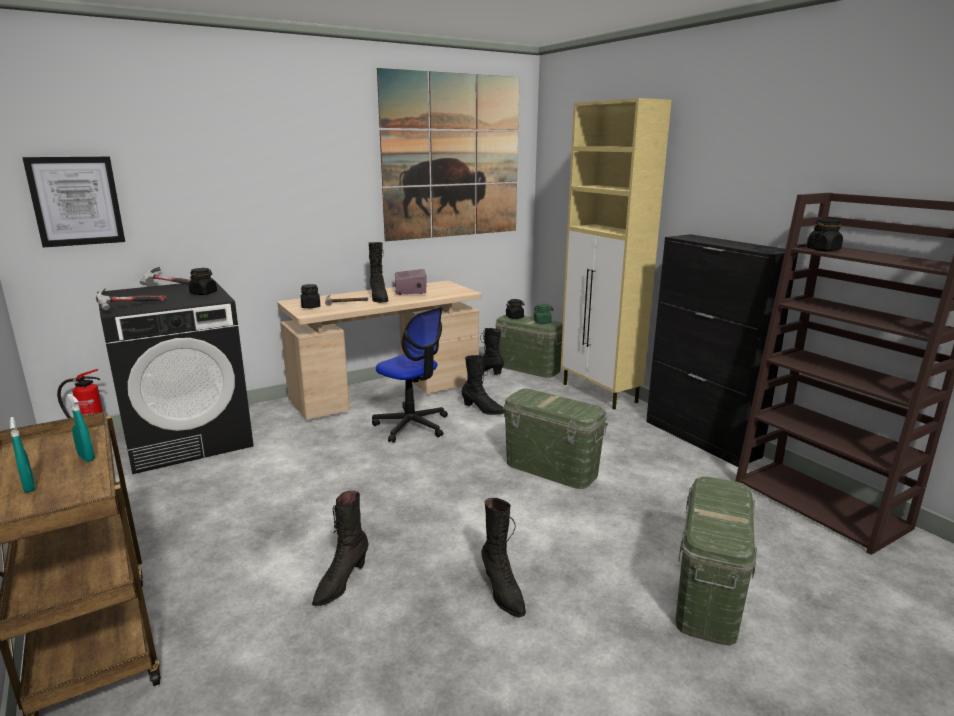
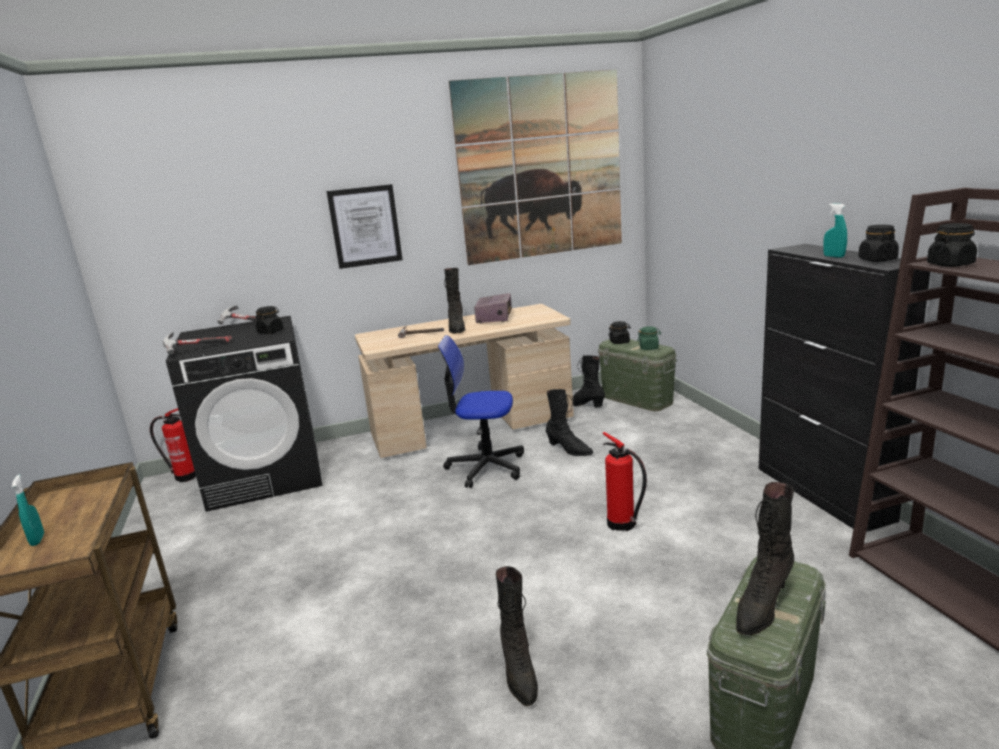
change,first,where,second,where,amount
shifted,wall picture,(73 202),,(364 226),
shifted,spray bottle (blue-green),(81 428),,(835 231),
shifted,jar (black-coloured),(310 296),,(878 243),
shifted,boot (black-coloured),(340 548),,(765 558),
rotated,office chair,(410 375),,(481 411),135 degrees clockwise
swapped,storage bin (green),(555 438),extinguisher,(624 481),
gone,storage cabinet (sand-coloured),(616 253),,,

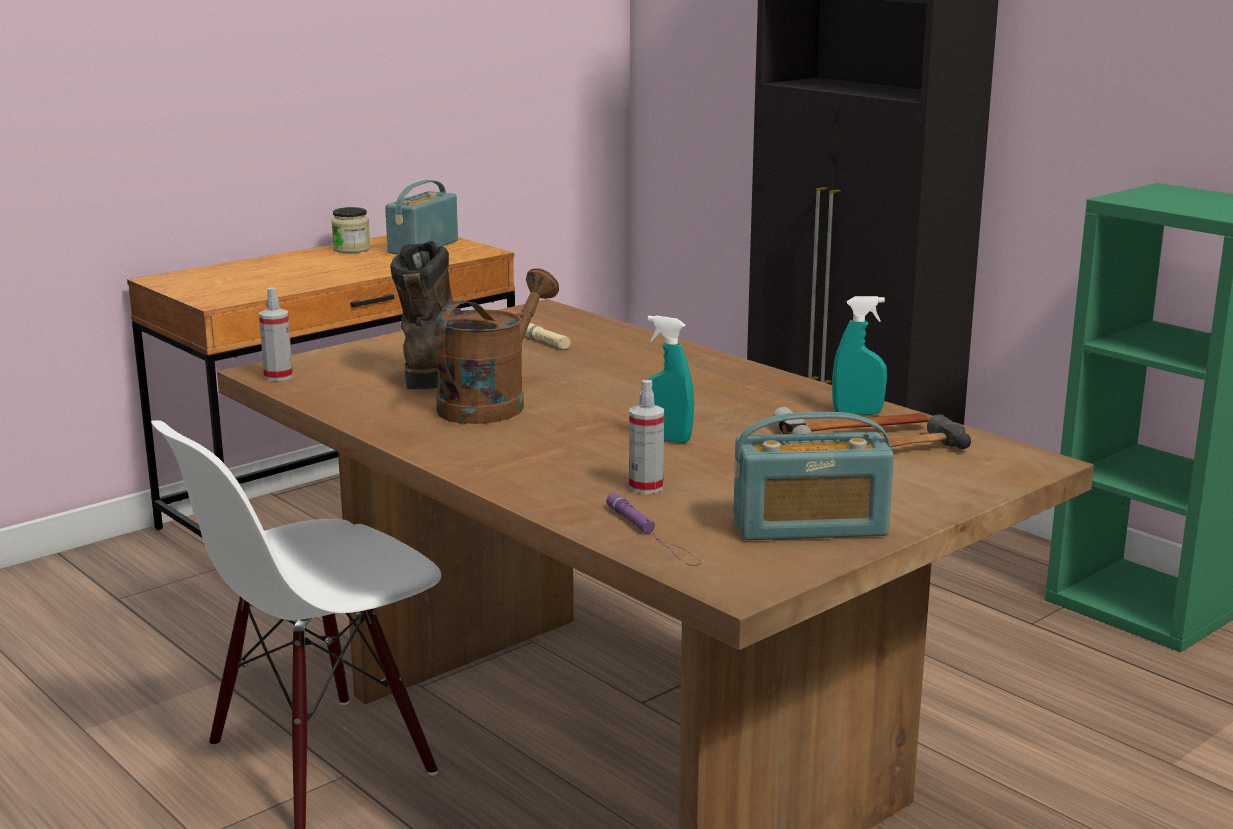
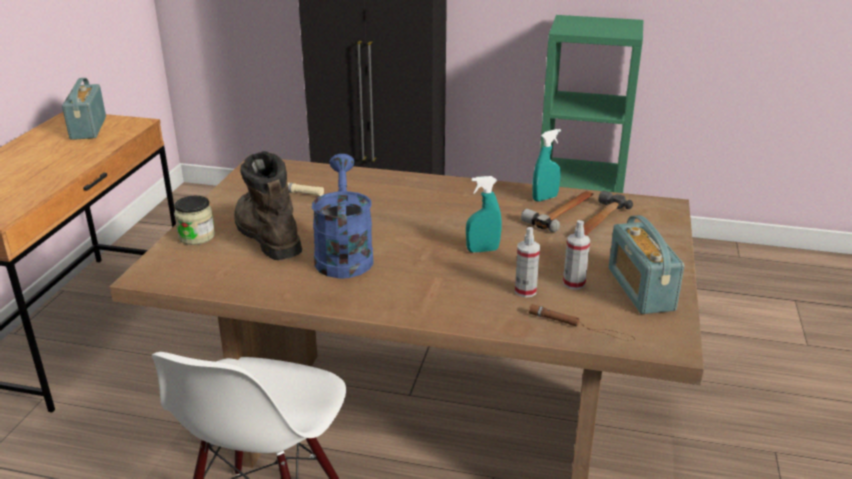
change,first,where,second,where,amount
shifted,spray bottle,(276 334),,(576 255),
shifted,jar,(351 230),,(194 220),
repainted,watering can (brown),(496 346),watering can (bluish),(343 216),
repainted,torch (purple-coloured),(653 529),torch (brown),(582 322),
rotated,radio set,(813 476),,(647 264),120 degrees clockwise

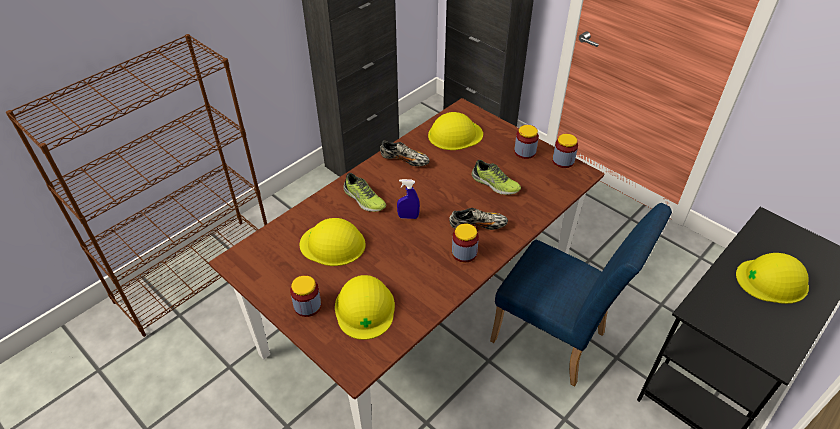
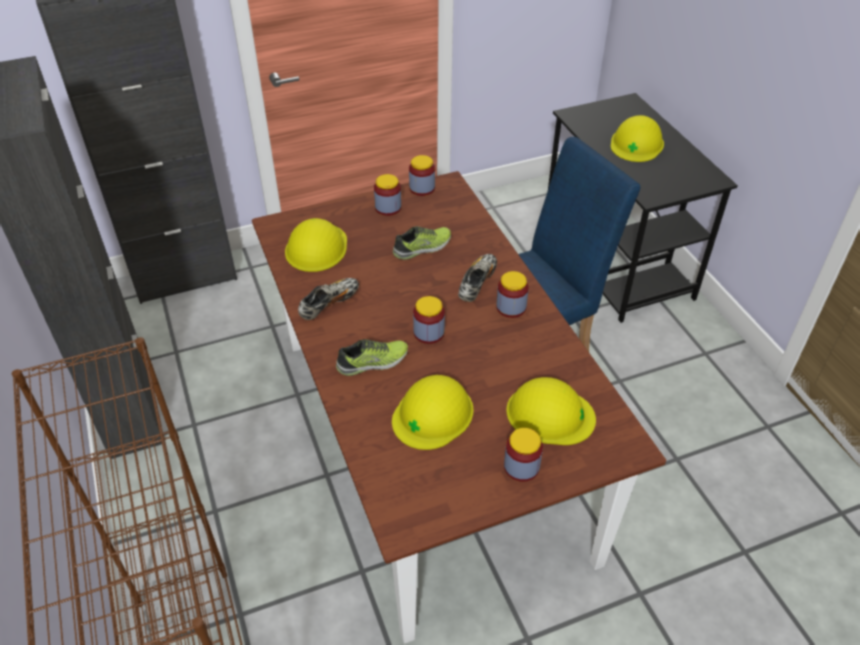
change,first,where,second,where,amount
swapped,spray bottle (bluish),(408 199),jar,(429 320),

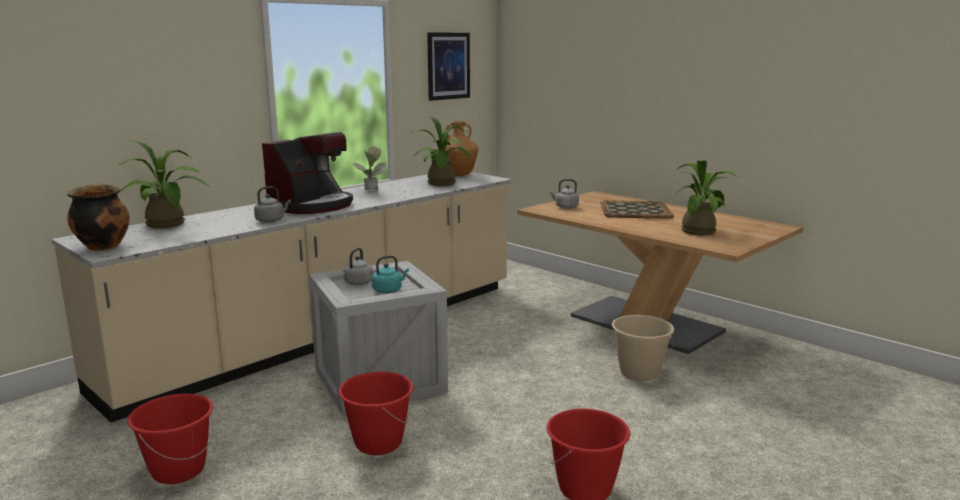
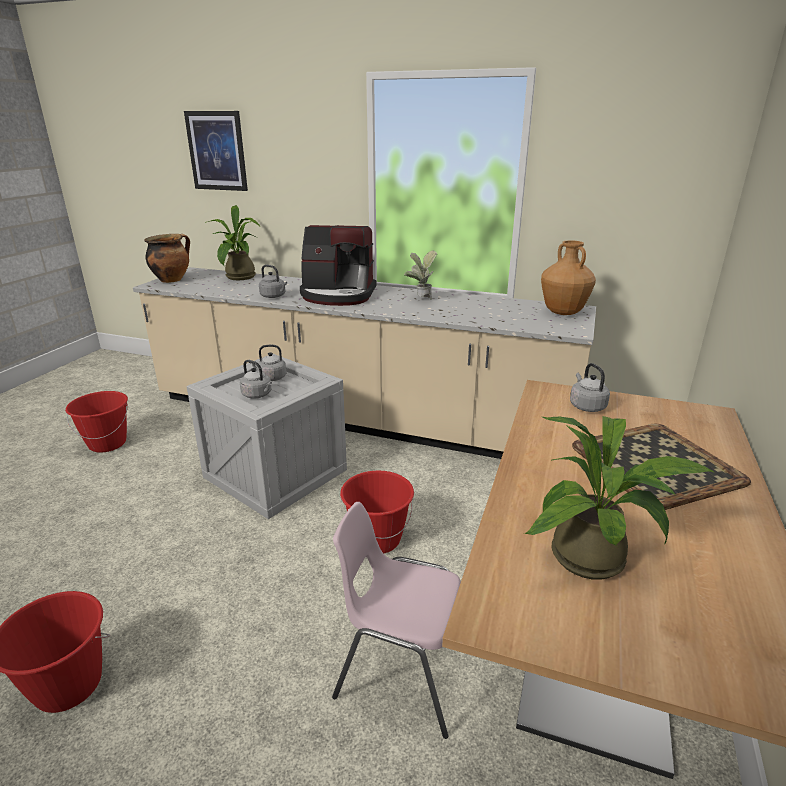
change,first,where,second,where,amount
shifted,pail (red-coloured),(376 413),,(377 512),
repainted,kettle (blue-green),(390 274),kettle (gray),(256 379),
gone,potted plant,(441 151),,,
shifted,wall picture,(448 66),,(216 151),
swapped,pail (sand-coloured),(643 348),plain chair (pinkish),(396 620),

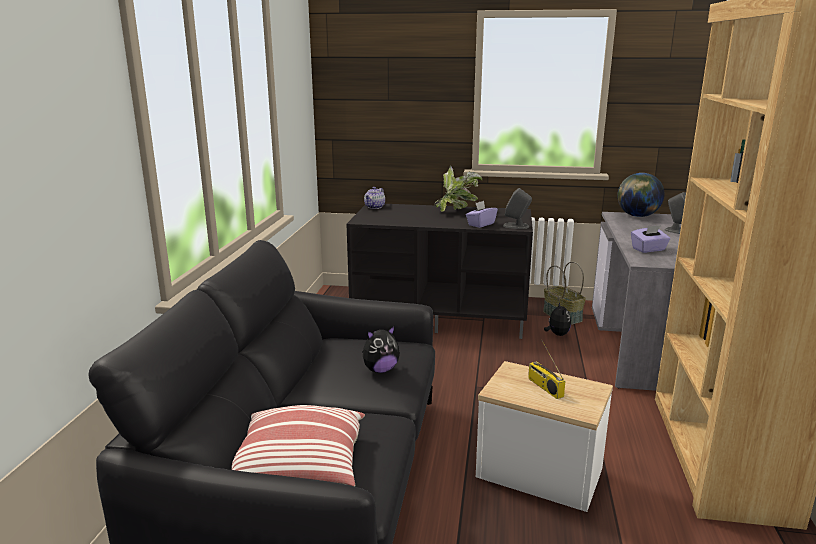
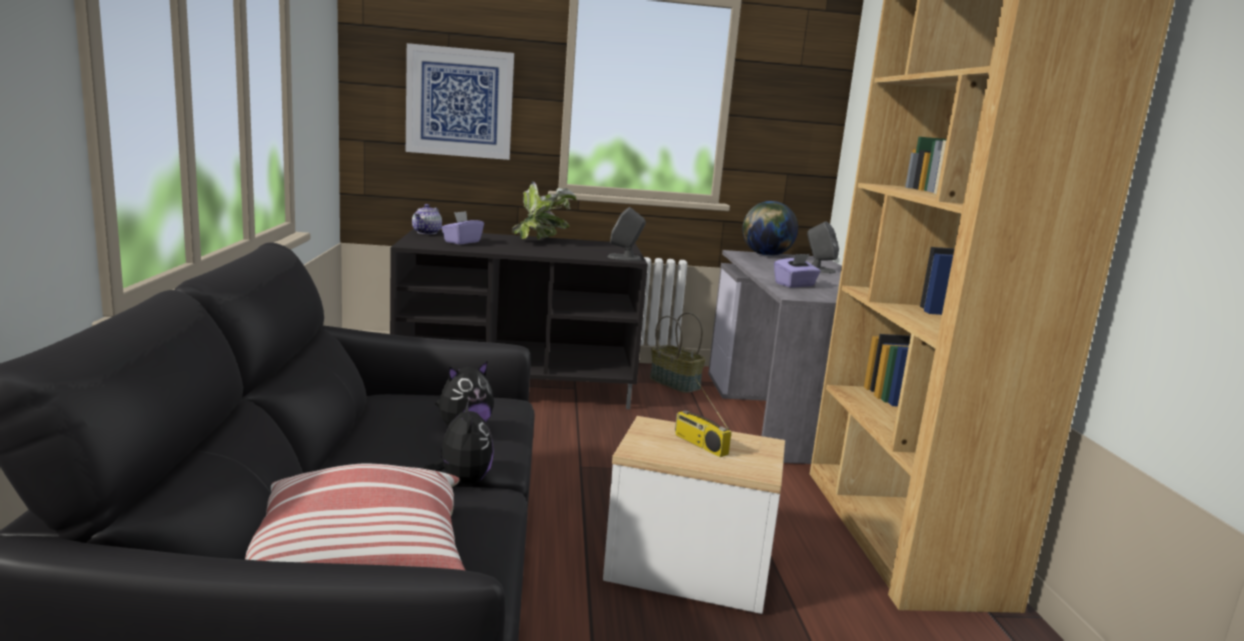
change,first,where,second,where,amount
shifted,box of tissues (purple-coloured),(482 214),,(462 227),
shifted,plush toy,(557 319),,(459 442),
new,,,wall picture,(460 101),

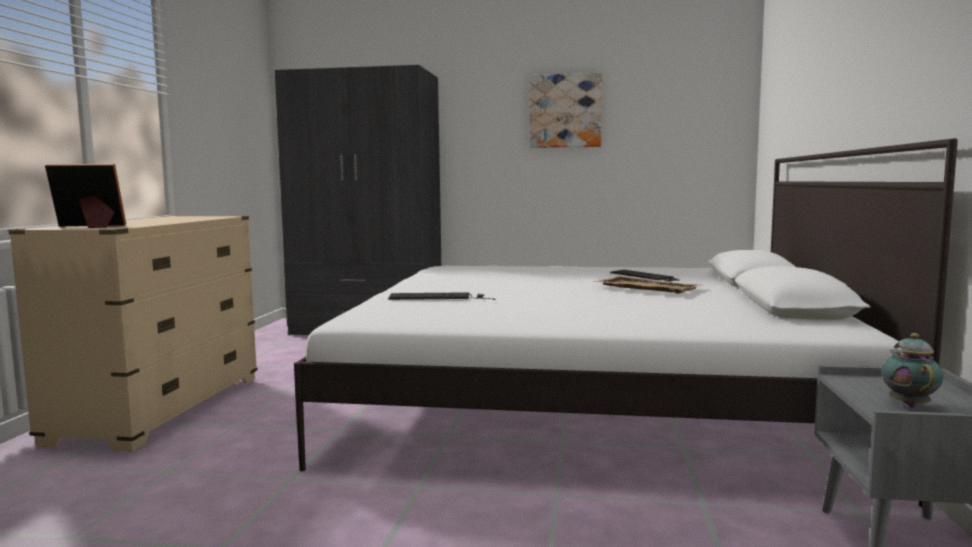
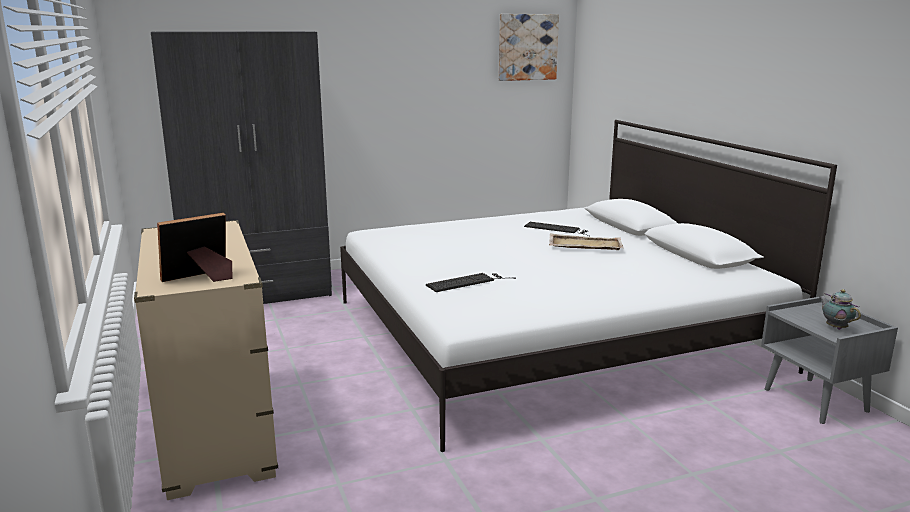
change,first,where,second,where,amount
shifted,wall picture,(565 110),,(529 47),

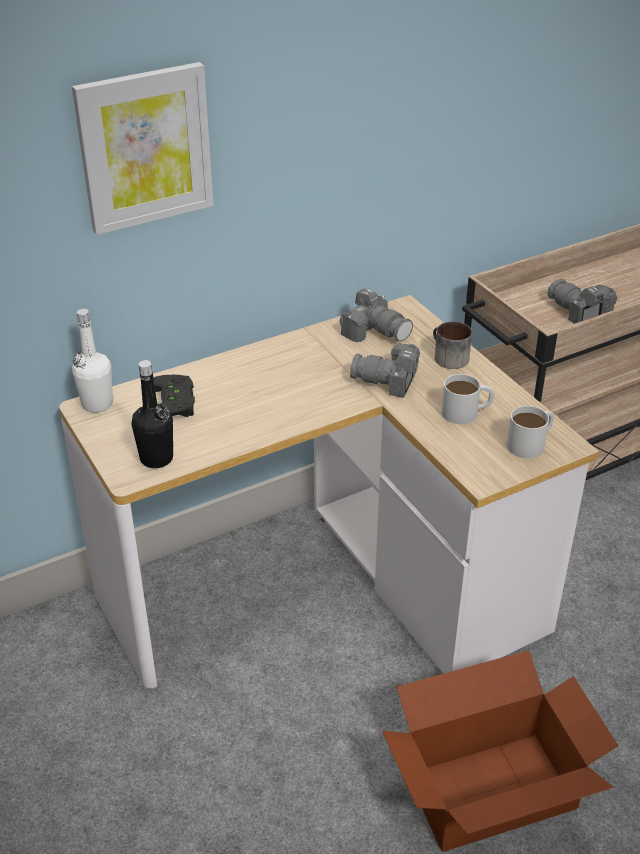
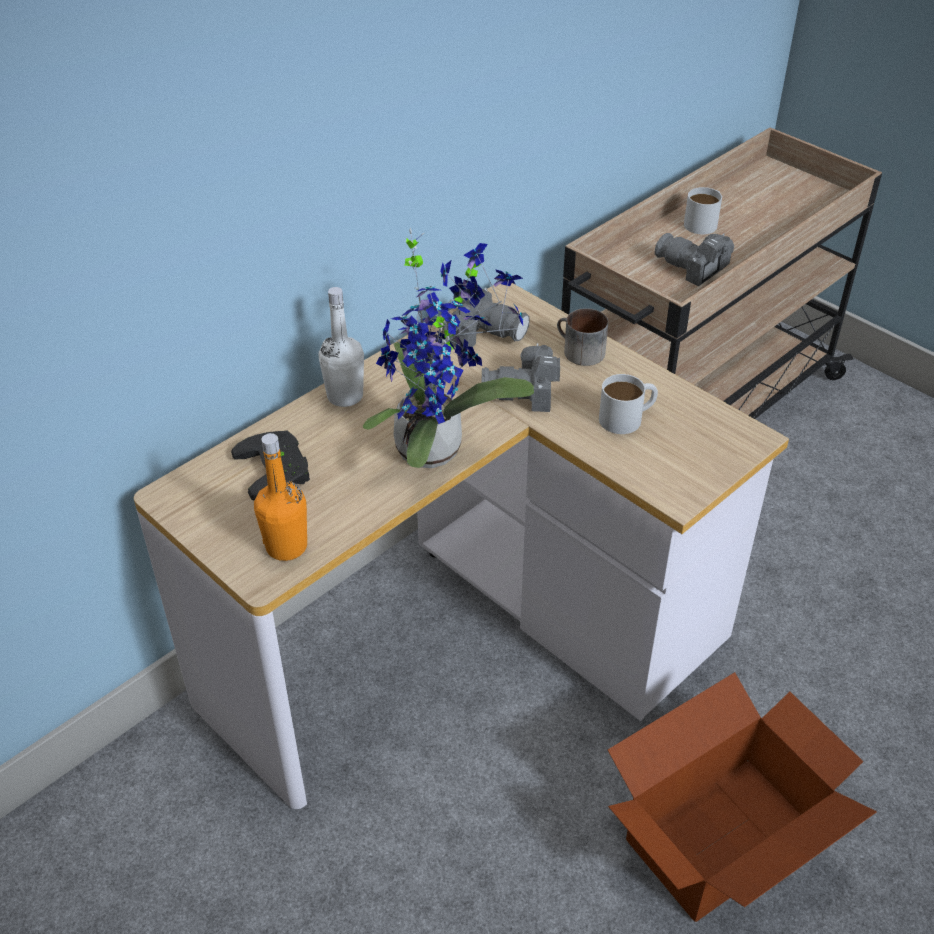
change,first,where,second,where,amount
gone,wall picture,(142 148),,,
shifted,drink bottle (white),(93 361),,(341 347),
repainted,drink bottle (black-coloured),(152 414),drink bottle (orangey),(280 497),
shifted,mug (white),(530 432),,(703 210),
new,,,potted plant,(448 347),

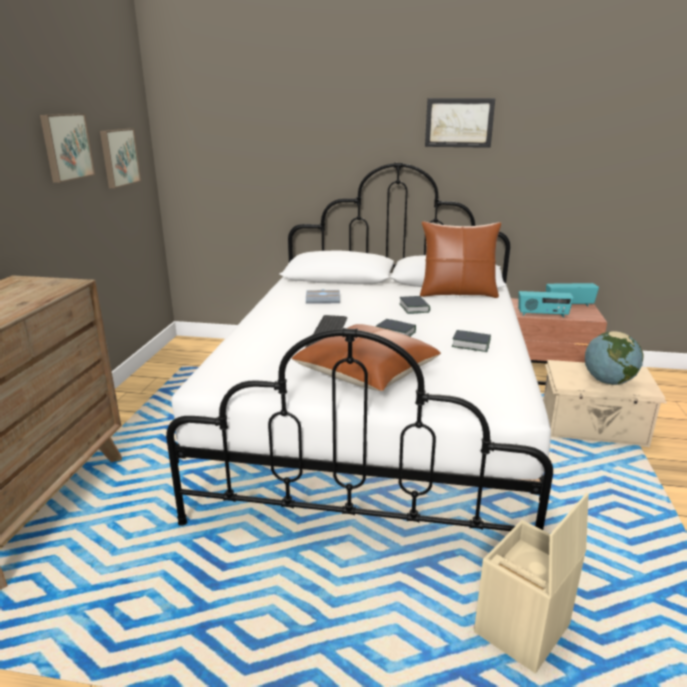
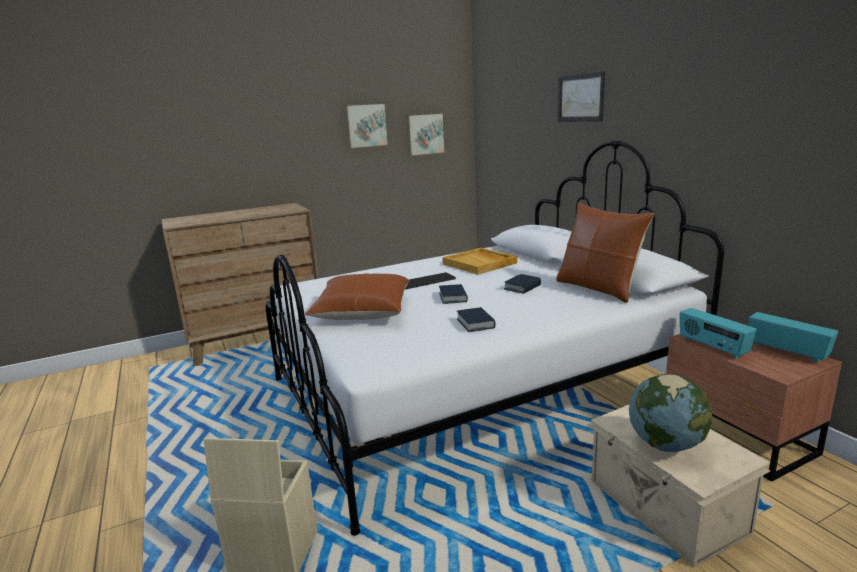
change,first,where,second,where,amount
swapped,volume (gray),(323 296),tray (sand-coloured),(480 261),
shifted,wall picture,(460 123),,(581 96),

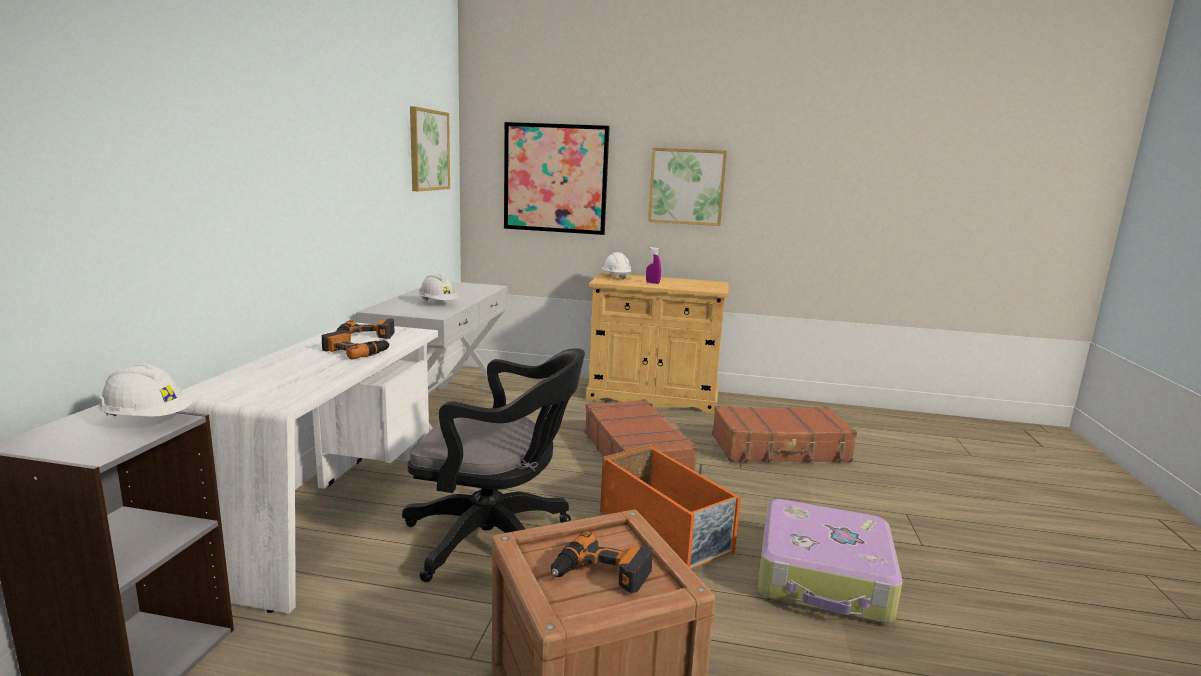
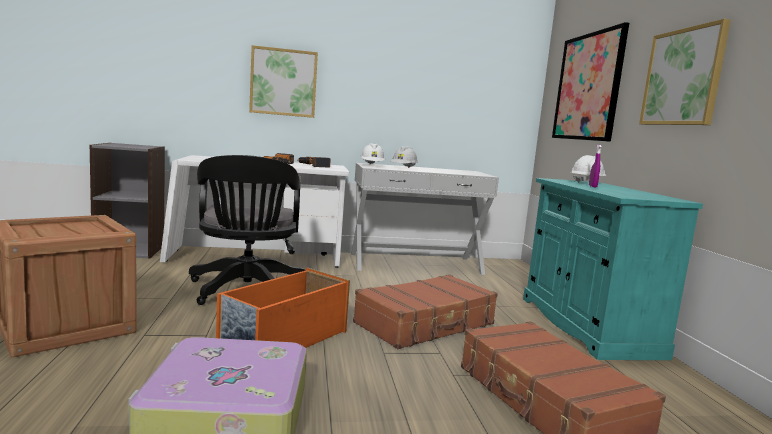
change,first,where,second,where,amount
shifted,hard hat (white),(145 390),,(372 153),
shifted,wall picture,(430 148),,(283 81),
gone,power drill,(601 562),,,
repainted,storage cabinet (sand-coloured),(657 343),storage cabinet (blue-green),(613 269),

